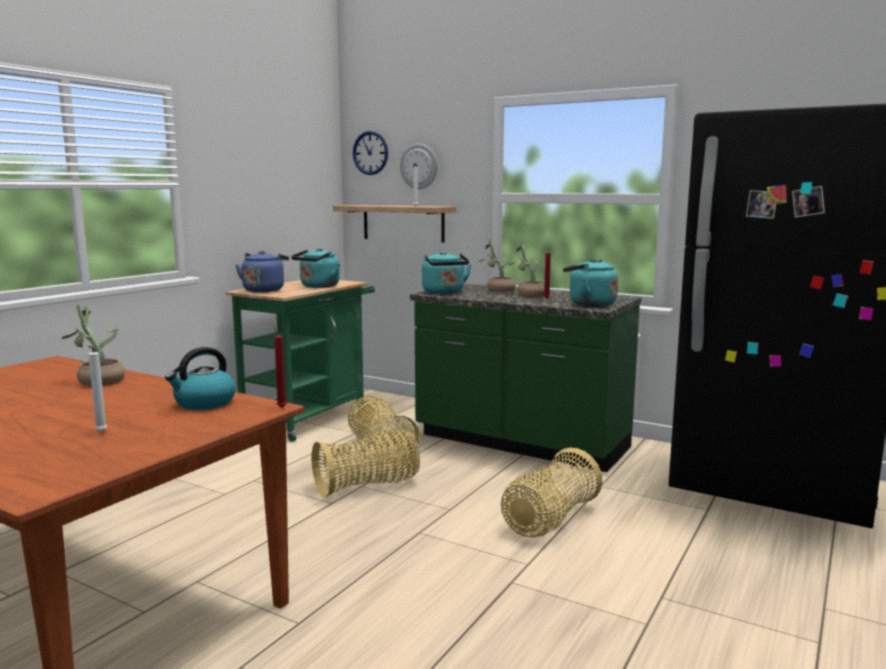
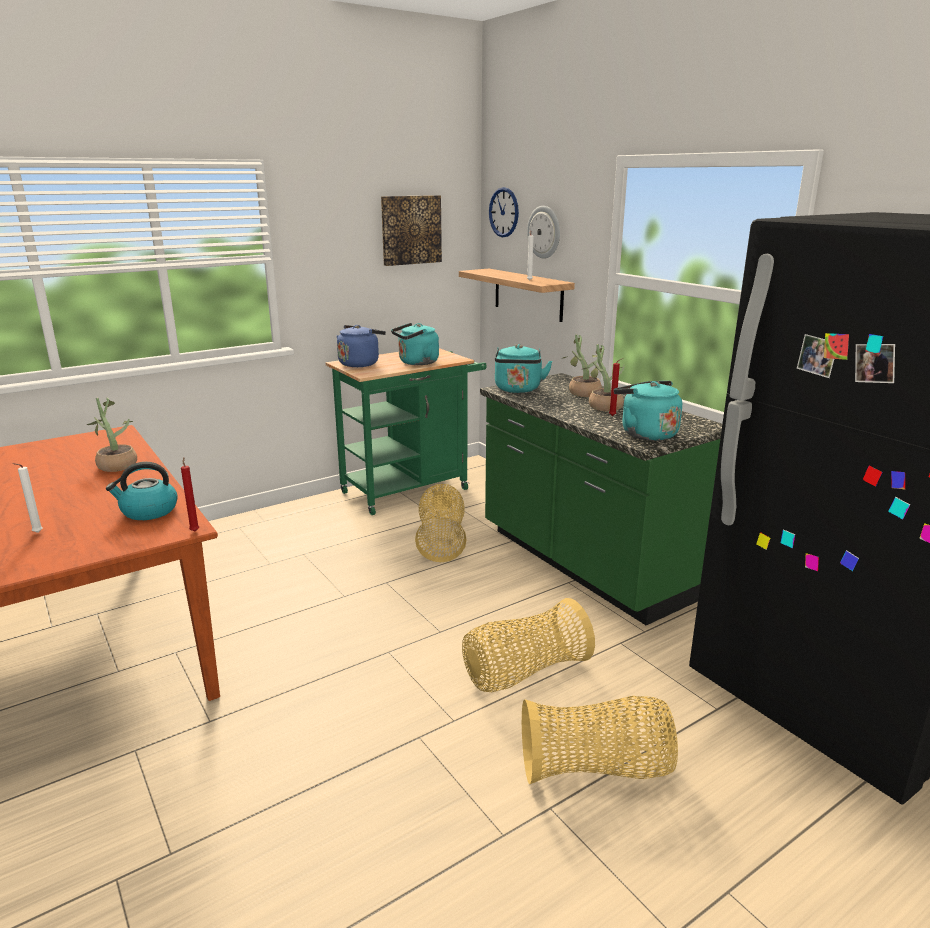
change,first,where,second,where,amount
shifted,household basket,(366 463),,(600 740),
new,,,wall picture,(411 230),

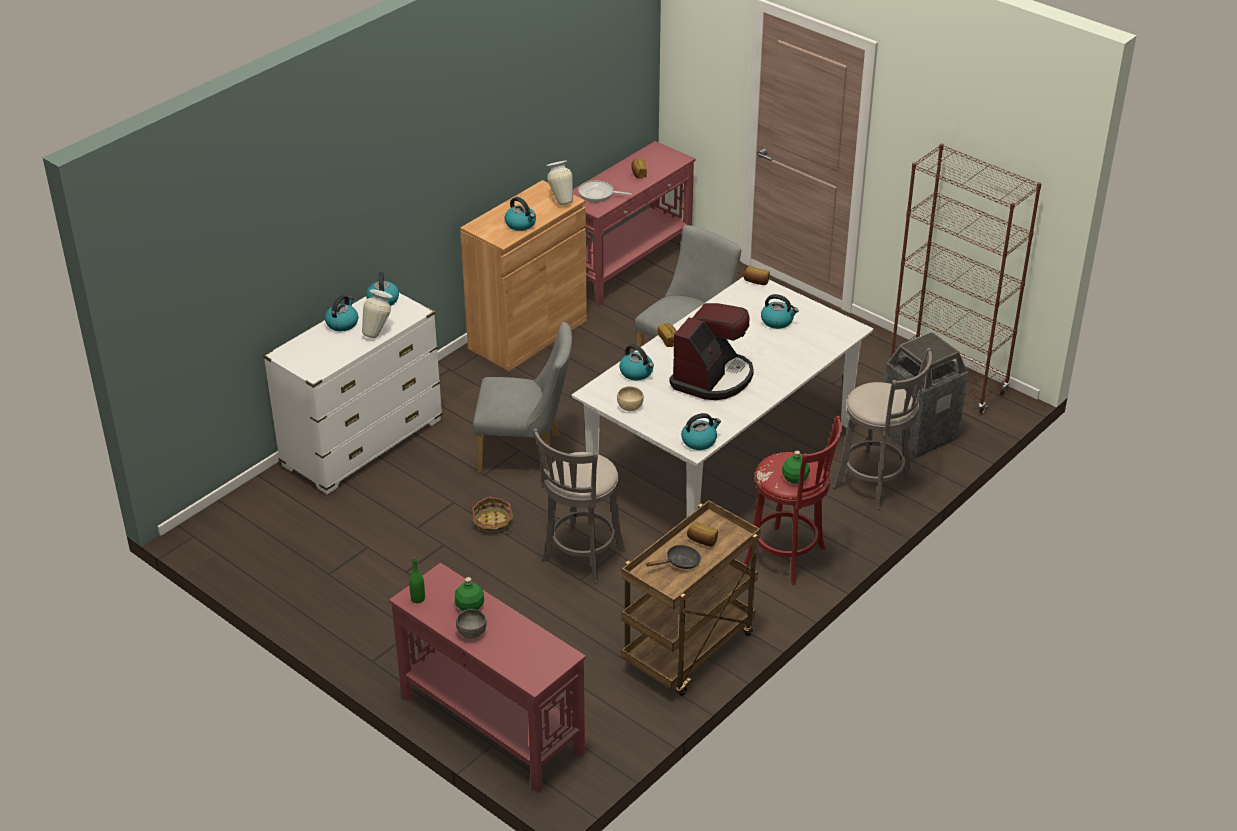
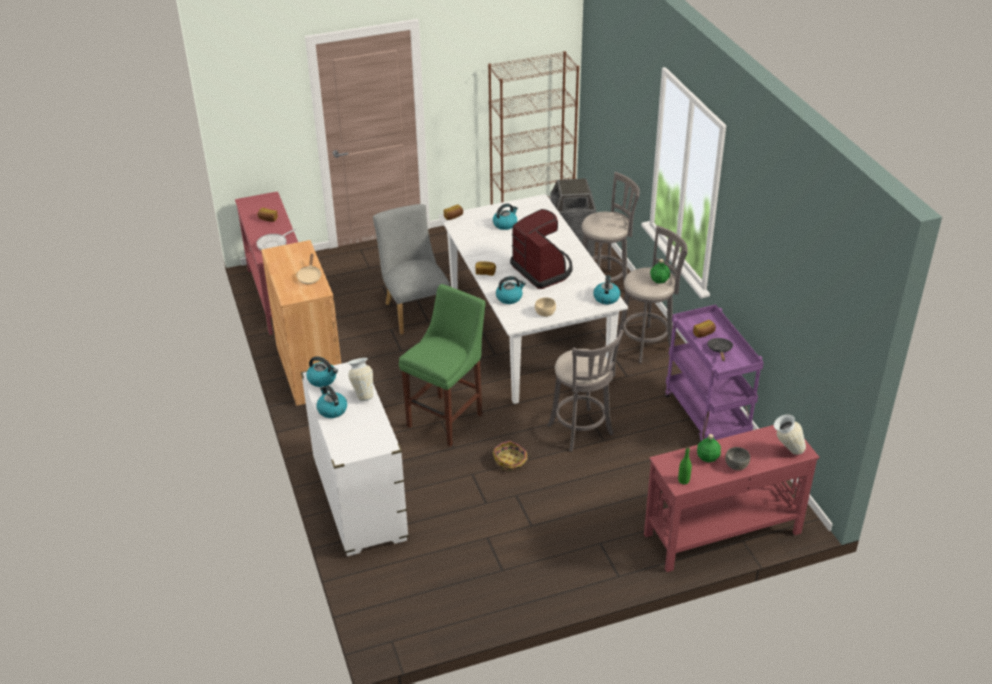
change,first,where,second,where,amount
swapped,plain chair (gray),(522 397),sitting stool (green),(442 365),
swapped,kettle,(520 214),frying pan (sand-coloured),(309 269),
shifted,decorative vase,(559 183),,(790 434),
repainted,cart (brown),(691 598),cart (purple-coloured),(714 373),
repainted,sitting stool (red-coloured),(793 500),sitting stool (gray),(652 294),

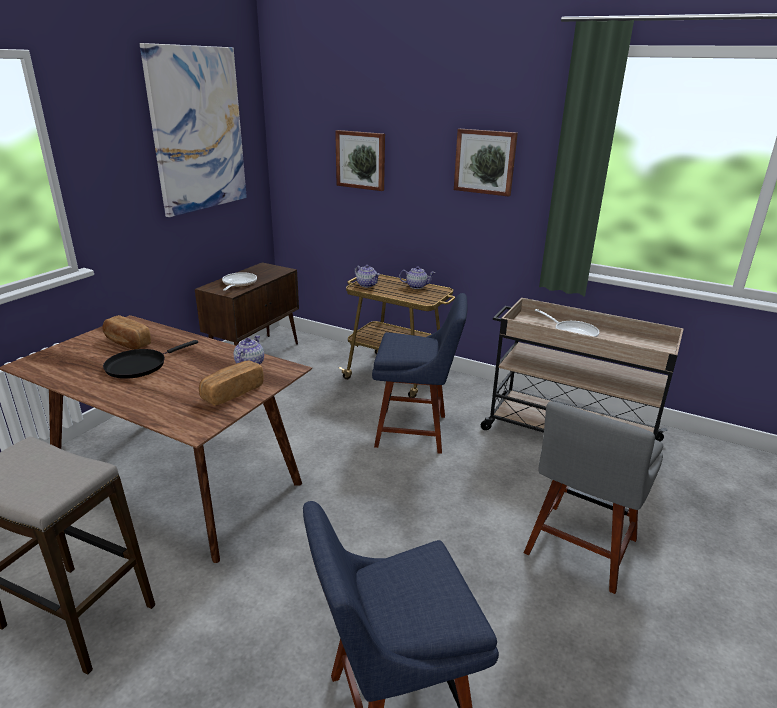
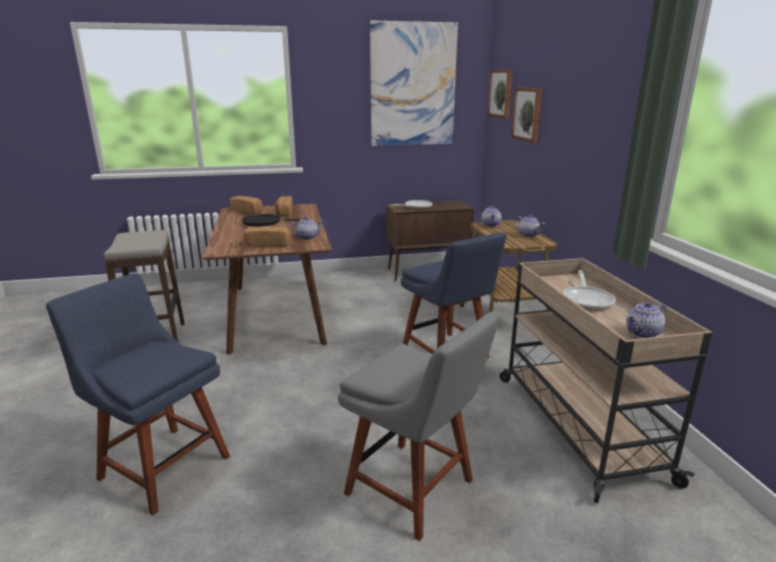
change,first,where,second,where,amount
shifted,wall picture,(486 163),,(500 94),
rotated,plain chair (gray),(593 497),,(419 426),135 degrees counterclockwise
new,,,bakery bread,(246 205),
new,,,tea pot,(646 320),

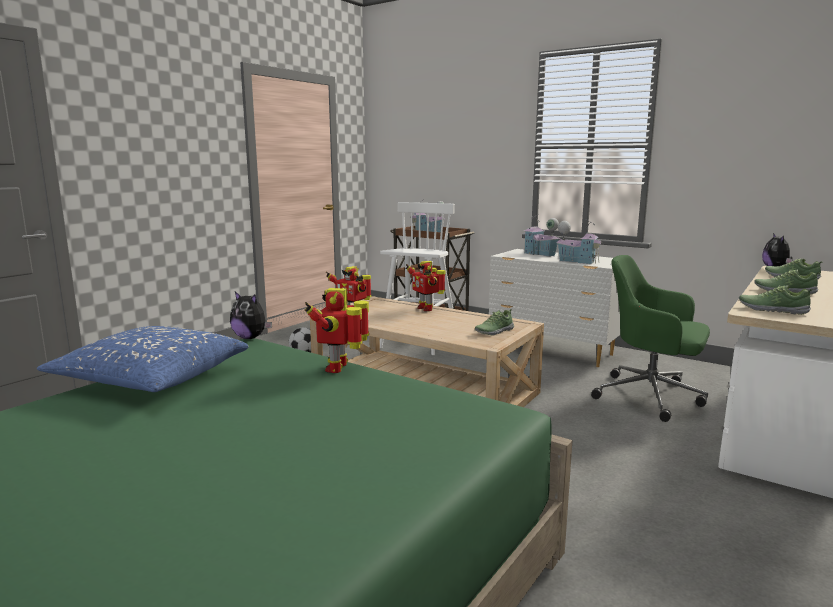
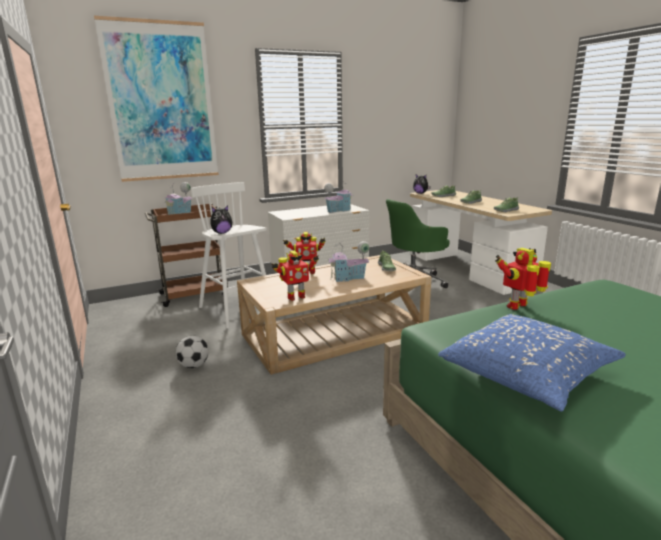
change,first,where,second,where,amount
shifted,plush toy,(251 315),,(221 220),
rotated,model robot,(336 330),,(523 279),105 degrees clockwise
shifted,miniature house,(542 236),,(348 261),
new,,,wall picture,(156 99),

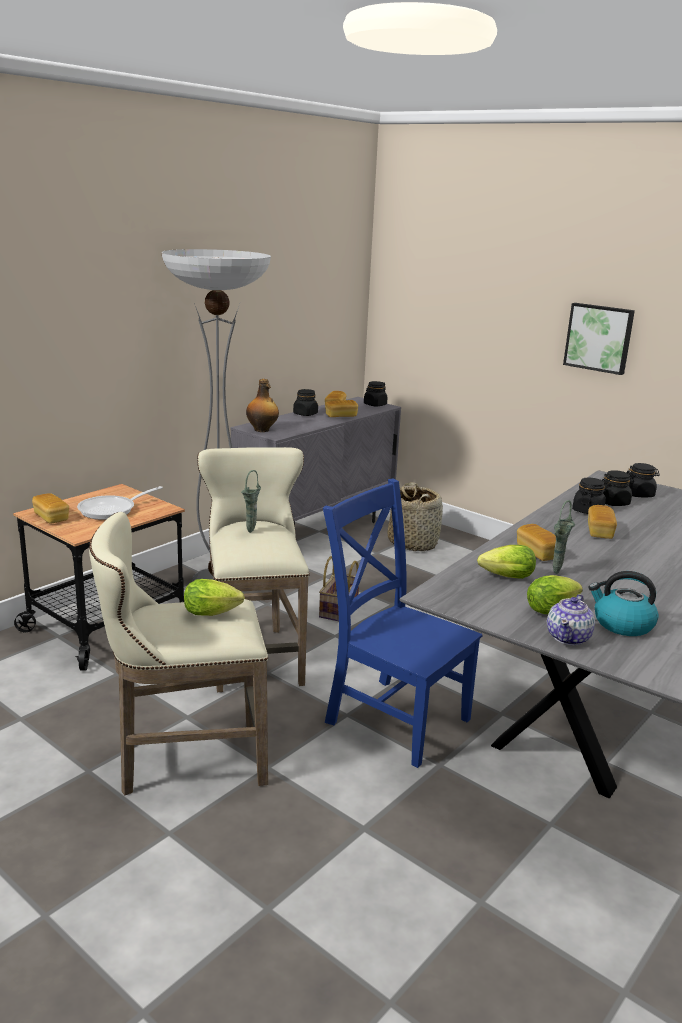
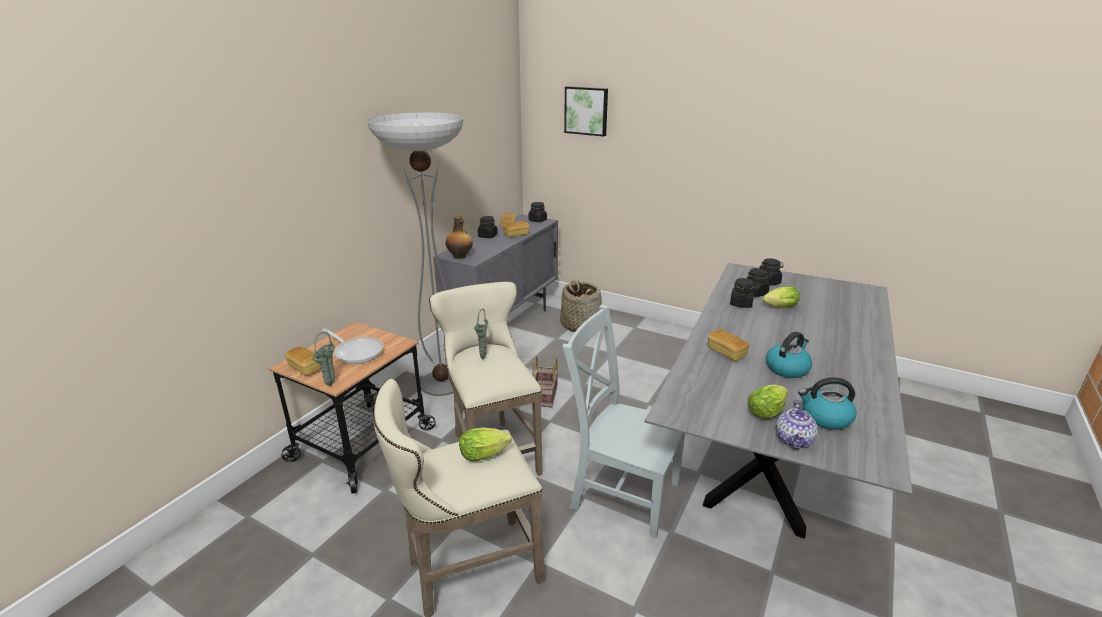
change,first,where,second,where,amount
rotated,frying pan,(120 503),,(352 346),90 degrees counterclockwise
repainted,plain chair (bluish),(403 623),plain chair (gray),(623 422),
shifted,lettuce head,(506 562),,(781 297),
shifted,decorative vase (green),(564 537),,(323 359),
shifted,wall picture,(599 339),,(586 111),
gone,bakery bread,(602 522),,,
new,,,kettle,(789 354),

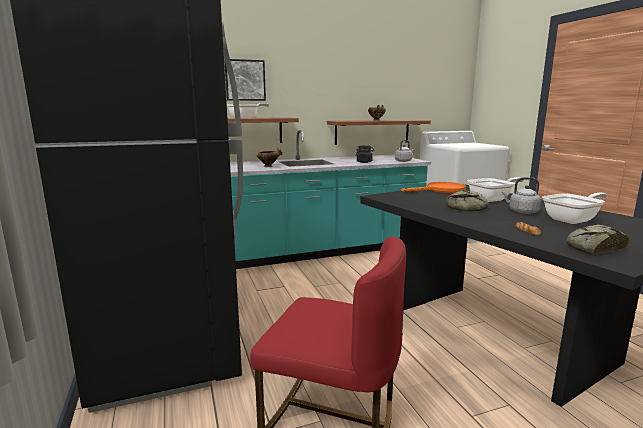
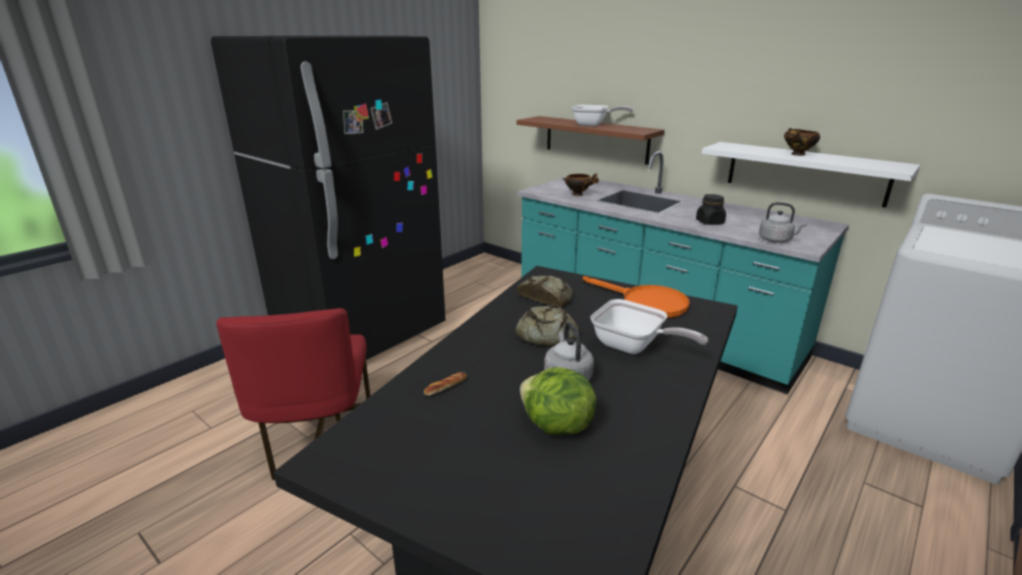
change,first,where,second,where,amount
gone,wall picture,(245 80),,,
repainted,shelf (brown),(379 132),shelf (white),(811 175),
swapped,frying pan,(575 208),lettuce head,(558 401),
shifted,bakery bread,(598 239),,(545 291),

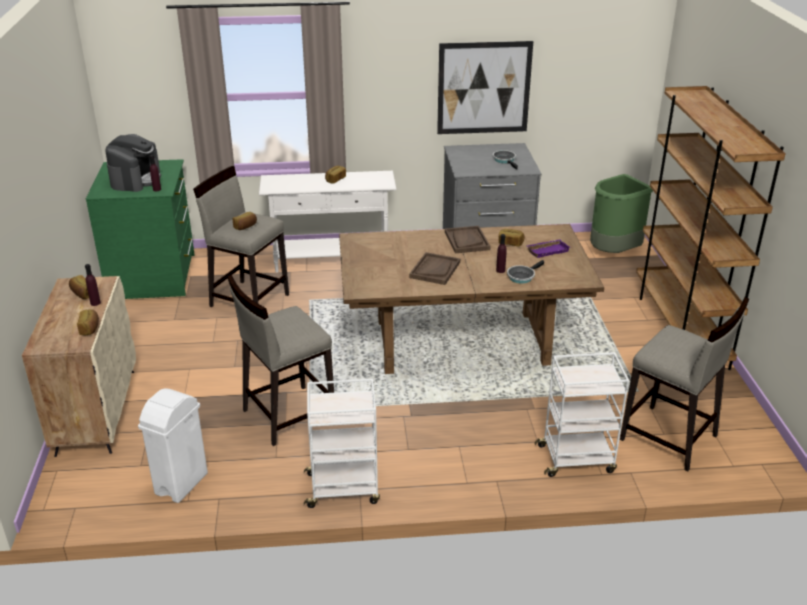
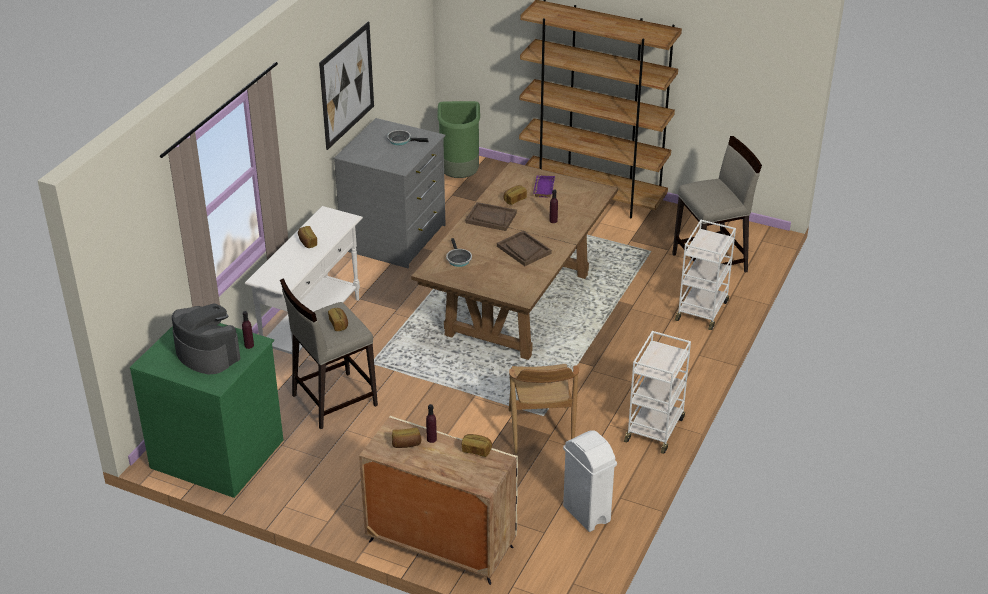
change,first,where,second,where,amount
swapped,sitting stool (sand-coloured),(280 360),plain chair (brown),(544 409),
shifted,frying pan,(525 272),,(459 252),

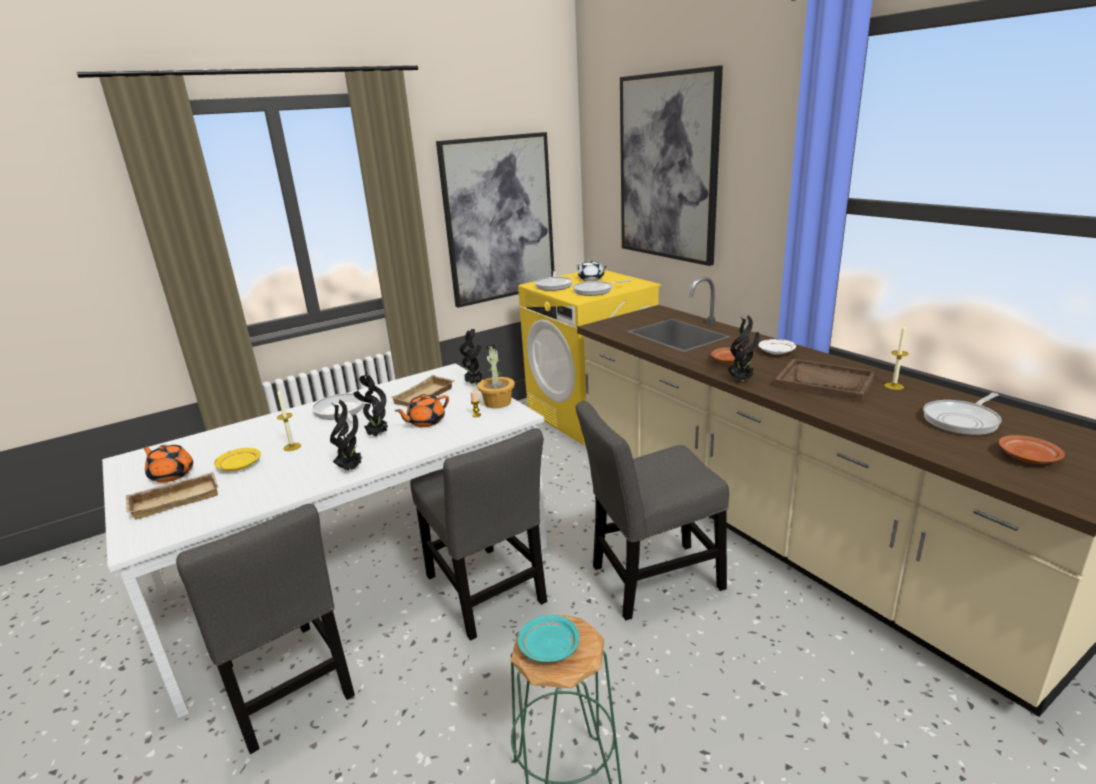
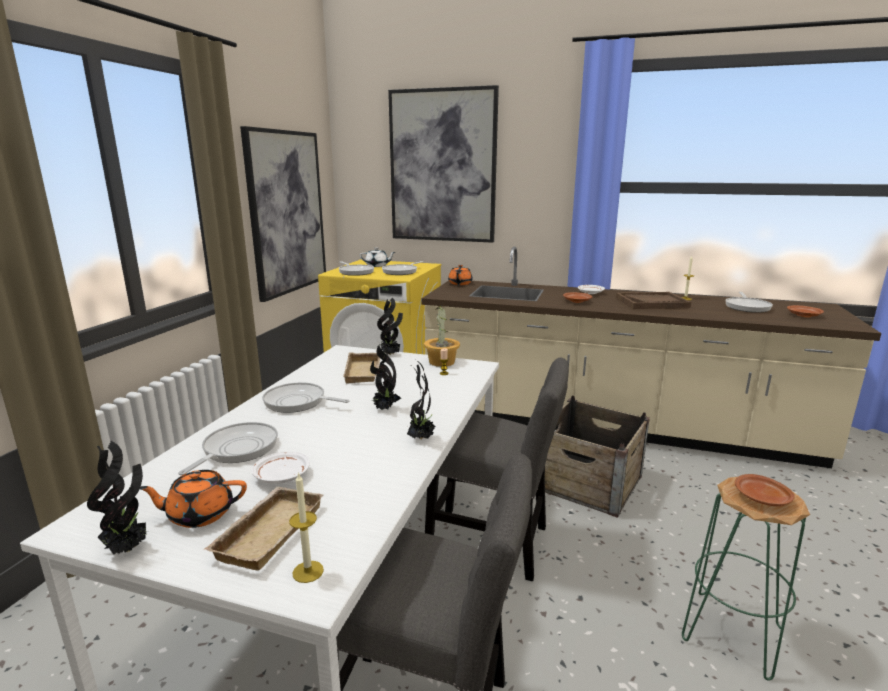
change,first,where,second,where,amount
repainted,plate (yellow-coloured),(237 459),plate (white),(281 468),
shifted,wax light,(289 420),,(306 527),
shifted,tea pot (orangey),(422 410),,(460 275),
repainted,plate (blue-green),(548 638),plate (brown),(765 490),
swapped,plain chair (gray),(652 510),shipping crate,(597 457),
shifted,potted plant,(743 348),,(117 498),
new,,,frying pan,(228 448),

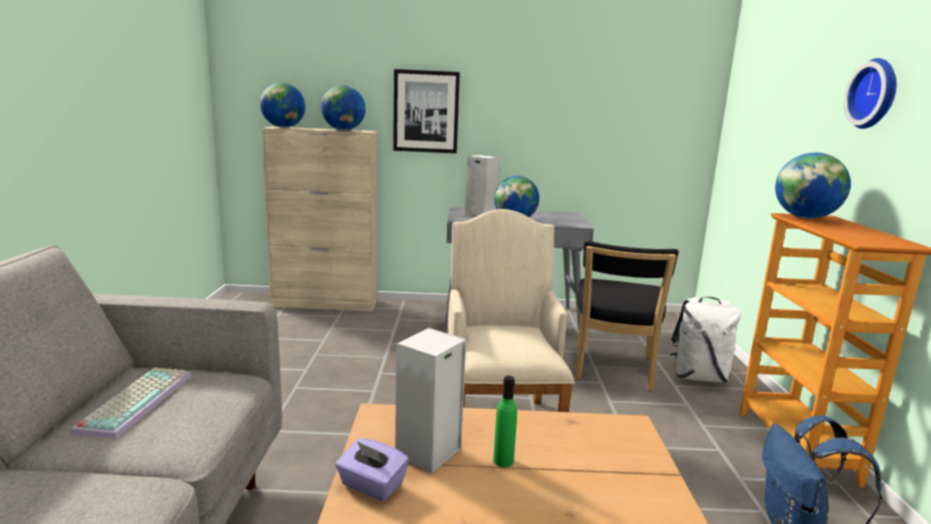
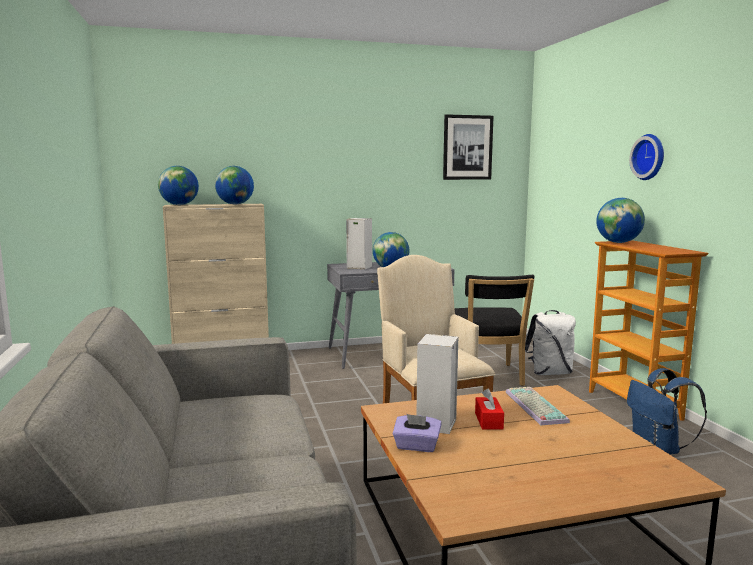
change,first,where,second,where,amount
shifted,PC keyboard,(131 403),,(537 406),
shifted,wall picture,(426 111),,(468 147),
swapped,drink bottle (green),(505 421),box of tissues (red-coloured),(489 409),

